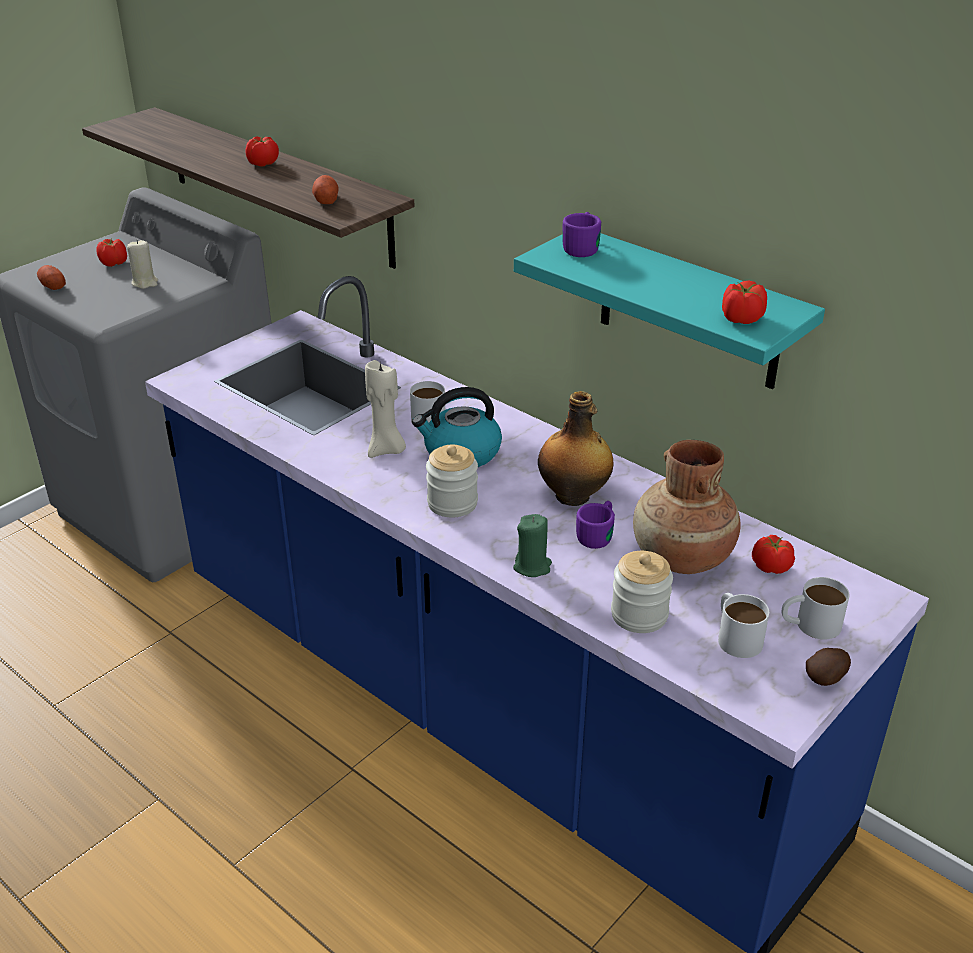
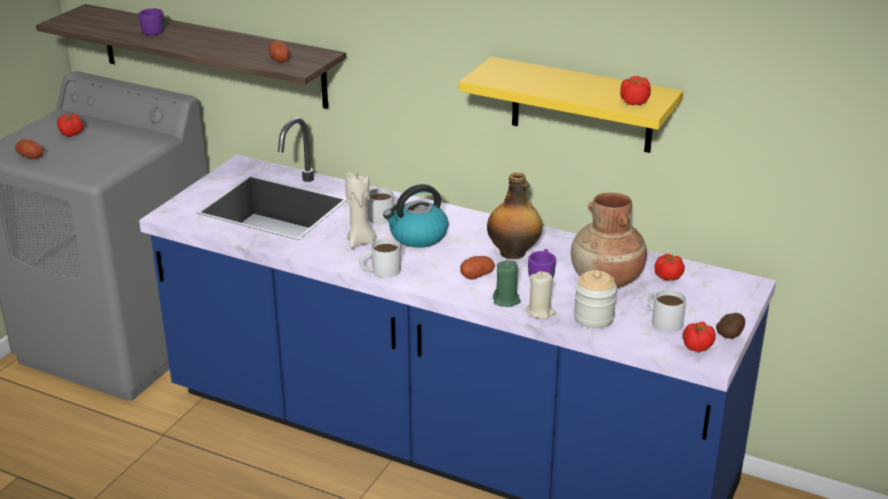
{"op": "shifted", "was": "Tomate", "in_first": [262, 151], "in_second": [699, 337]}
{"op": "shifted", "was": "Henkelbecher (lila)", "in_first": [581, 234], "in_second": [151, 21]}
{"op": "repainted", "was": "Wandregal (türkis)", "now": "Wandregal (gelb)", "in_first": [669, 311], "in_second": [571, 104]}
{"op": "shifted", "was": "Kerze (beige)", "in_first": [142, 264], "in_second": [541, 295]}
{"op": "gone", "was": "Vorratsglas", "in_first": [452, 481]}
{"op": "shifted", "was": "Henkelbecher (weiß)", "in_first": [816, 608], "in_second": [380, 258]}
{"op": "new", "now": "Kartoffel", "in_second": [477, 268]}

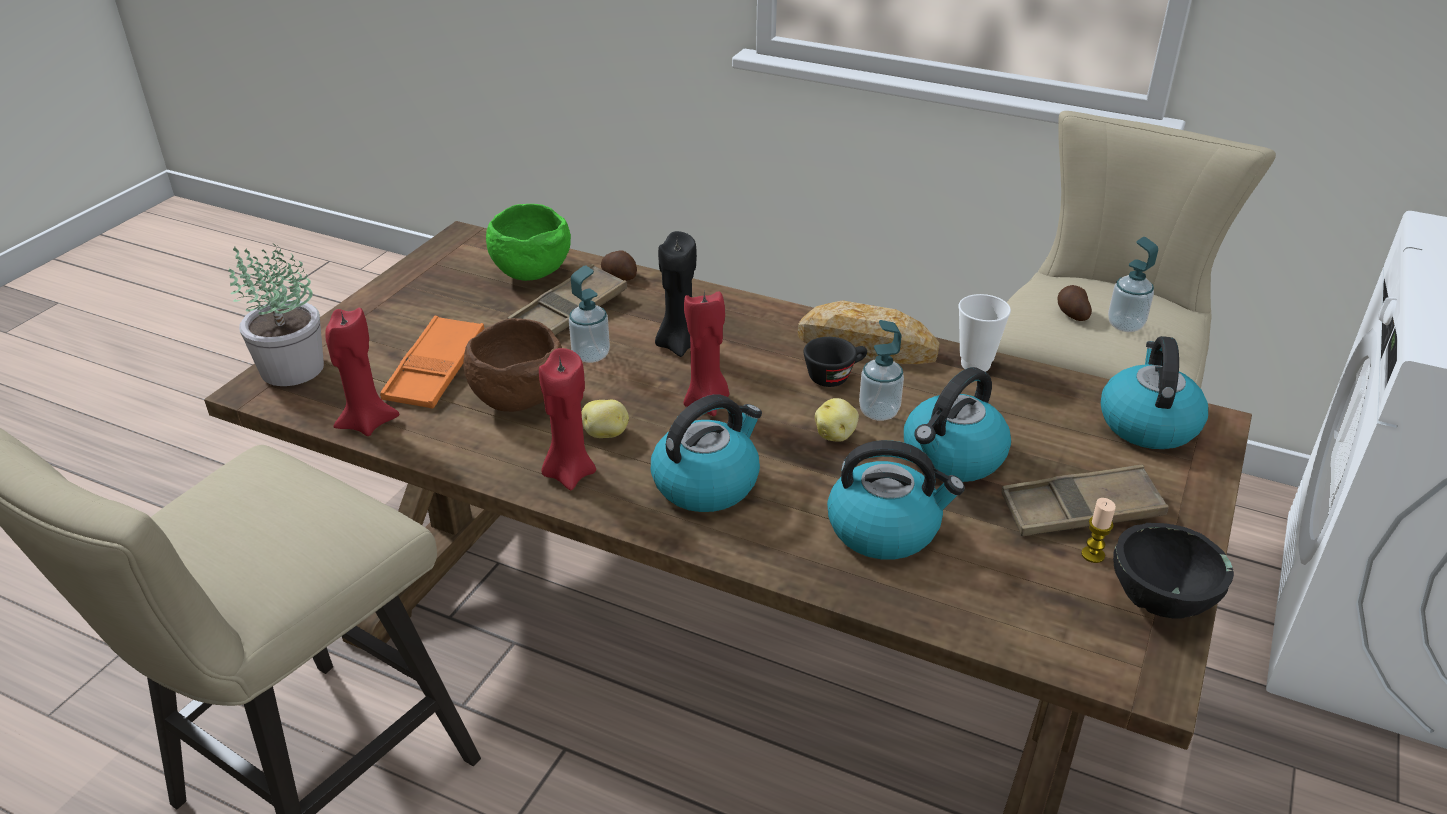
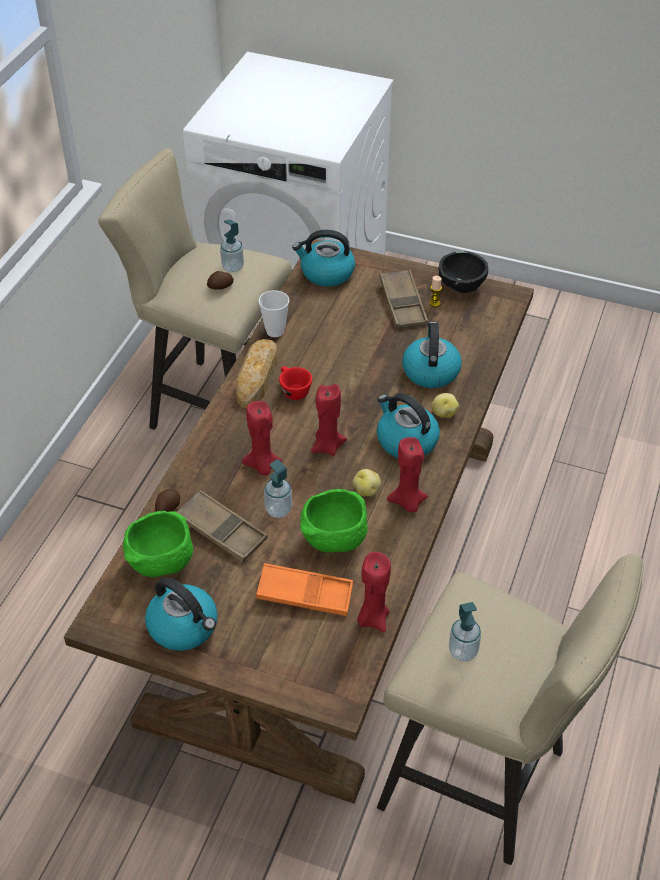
{"op": "repainted", "was": "Kerze (schwarz)", "now": "Kerze (rot)", "in_first": [676, 294], "in_second": [262, 438]}
{"op": "gone", "was": "Topfpflanze", "in_first": [276, 314]}
{"op": "repainted", "was": "Schüssel (braun)", "now": "Schüssel (grün)", "in_first": [512, 365], "in_second": [334, 520]}
{"op": "shifted", "was": "Seifenspender", "in_first": [881, 370], "in_second": [465, 632]}
{"op": "repainted", "was": "Tasse (schwarz)", "now": "Tasse (rot)", "in_first": [835, 362], "in_second": [295, 383]}
{"op": "shifted", "was": "Wasserkessel", "in_first": [957, 424], "in_second": [181, 614]}
{"op": "shifted", "was": "Kartoffel", "in_first": [837, 420], "in_second": [445, 405]}

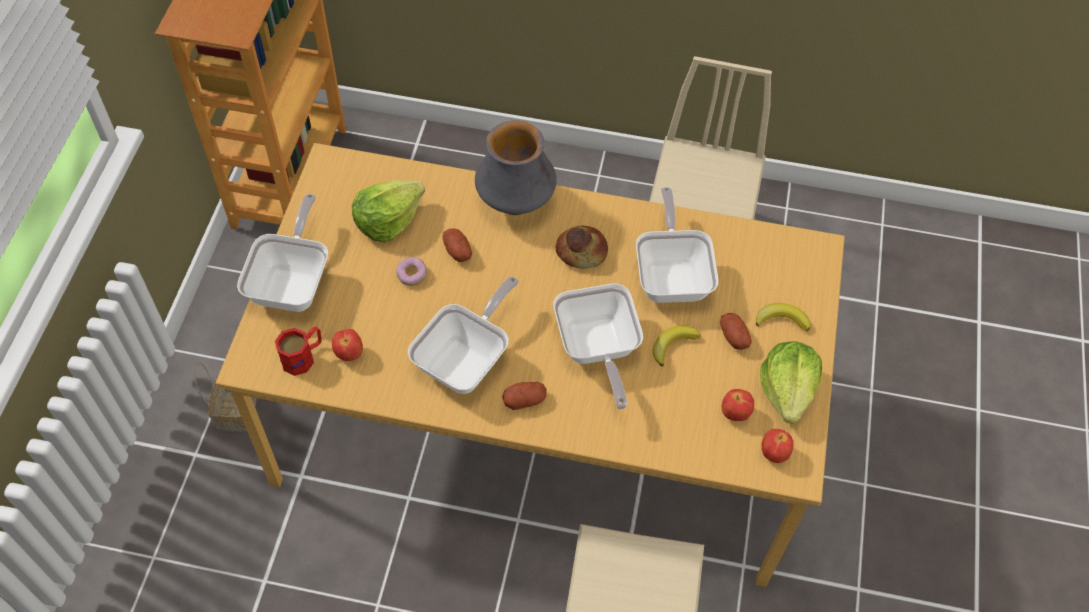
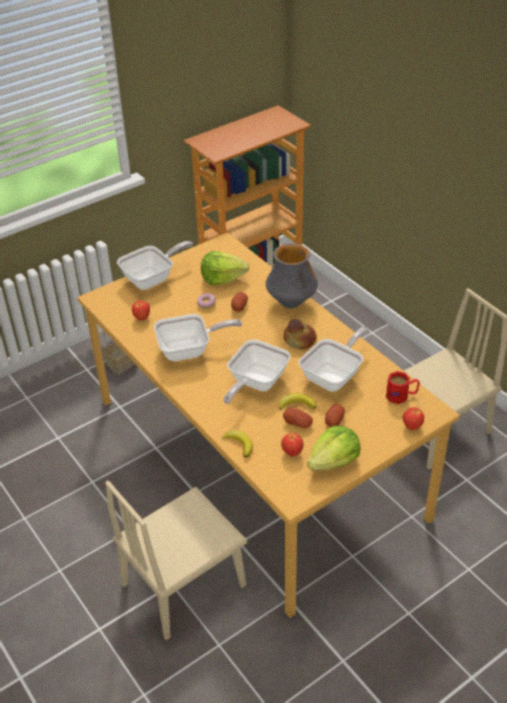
{"op": "shifted", "was": "Banane", "in_first": [783, 317], "in_second": [237, 444]}
{"op": "shifted", "was": "Henkelbecher (rot)", "in_first": [298, 351], "in_second": [403, 387]}
{"op": "shifted", "was": "Kartoffel", "in_first": [524, 396], "in_second": [298, 418]}
{"op": "shifted", "was": "Apfel", "in_first": [778, 446], "in_second": [413, 418]}

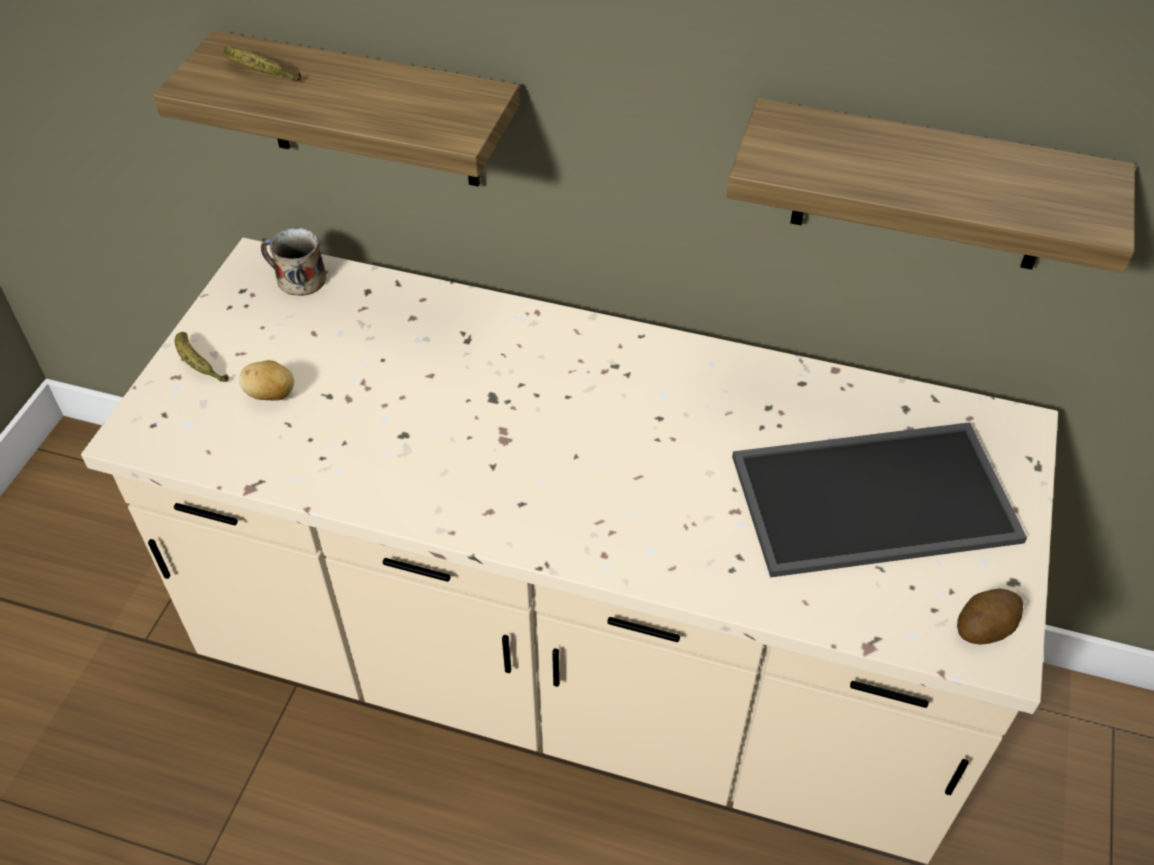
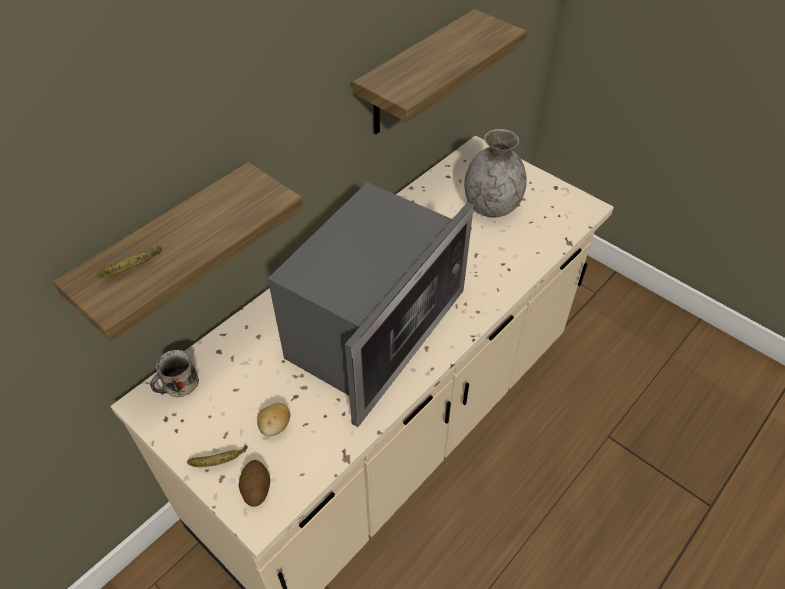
{"op": "swapped", "was": "Tablett", "now": "Vase (grau)", "in_first": [879, 499], "in_second": [495, 173]}
{"op": "shifted", "was": "Kartoffel", "in_first": [990, 617], "in_second": [254, 483]}
{"op": "new", "now": "Mikrowelle", "in_second": [371, 304]}

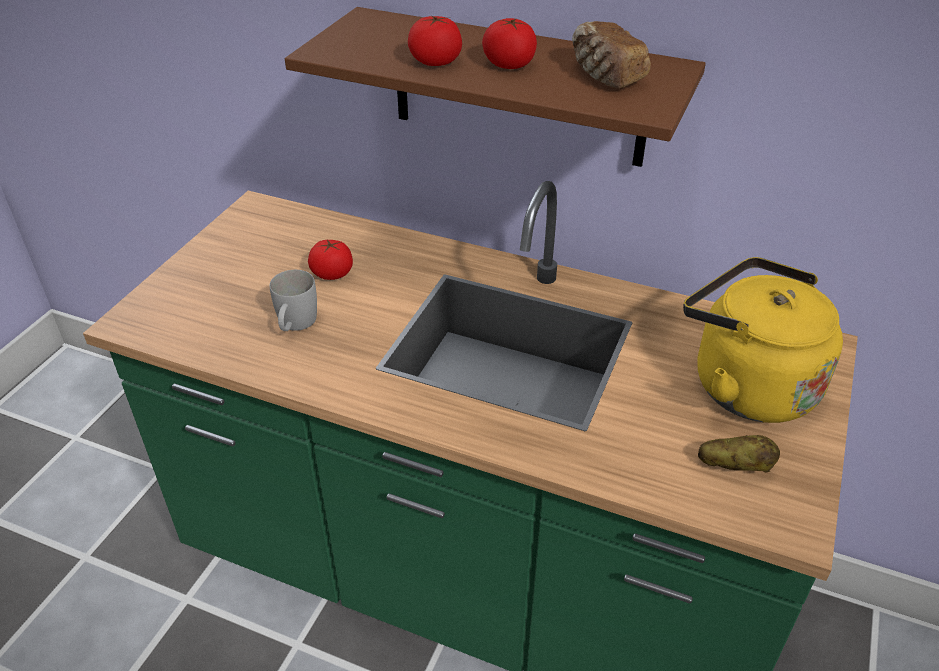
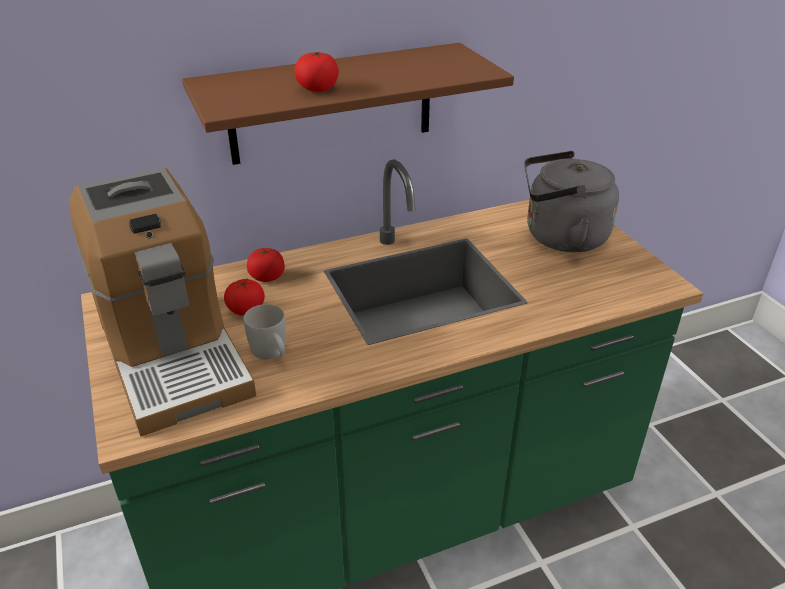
{"op": "shifted", "was": "Tomate", "in_first": [509, 43], "in_second": [266, 265]}
{"op": "gone", "was": "Brot", "in_first": [611, 54]}
{"op": "repainted", "was": "Wasserkessel (gelb)", "now": "Wasserkessel (grau)", "in_first": [763, 340], "in_second": [571, 201]}
{"op": "gone", "was": "Kartoffel", "in_first": [739, 454]}
{"op": "new", "now": "Kaffeemaschine", "in_second": [163, 302]}

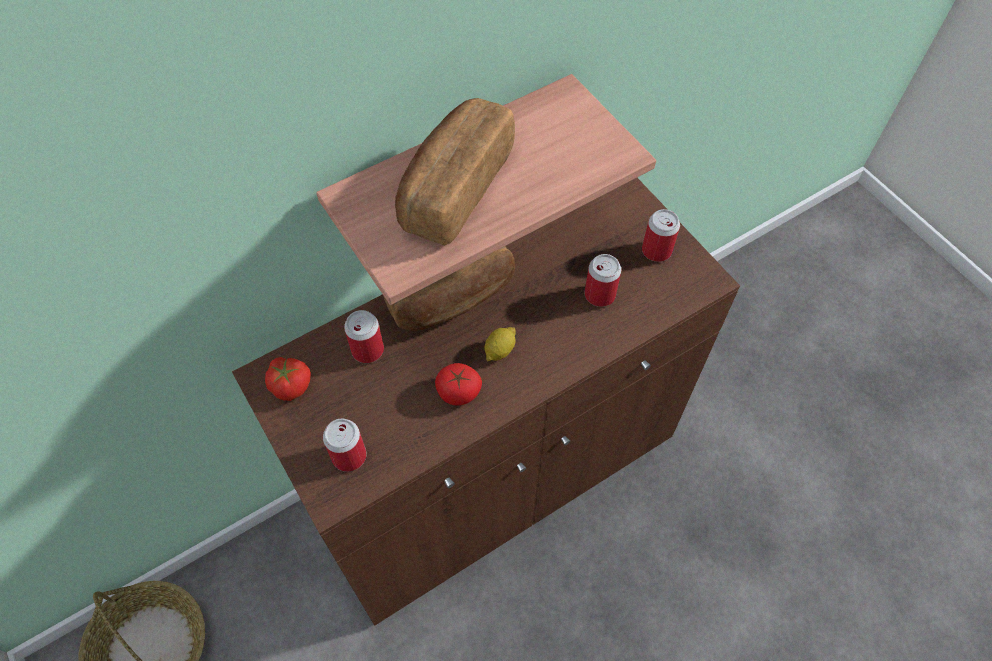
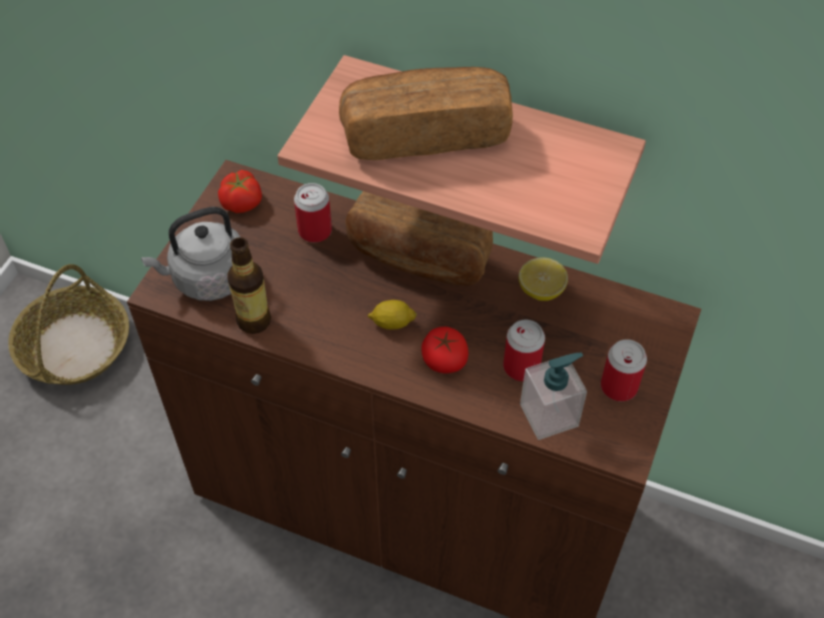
{"op": "shifted", "was": "Tomate", "in_first": [458, 384], "in_second": [444, 350]}
{"op": "swapped", "was": "Dose", "now": "Wasserkessel (grau)", "in_first": [344, 445], "in_second": [190, 254]}
{"op": "new", "now": "Flasche", "in_second": [249, 285]}
{"op": "new", "now": "Zitrone", "in_second": [543, 279]}
{"op": "new", "now": "Seifenspender", "in_second": [553, 396]}

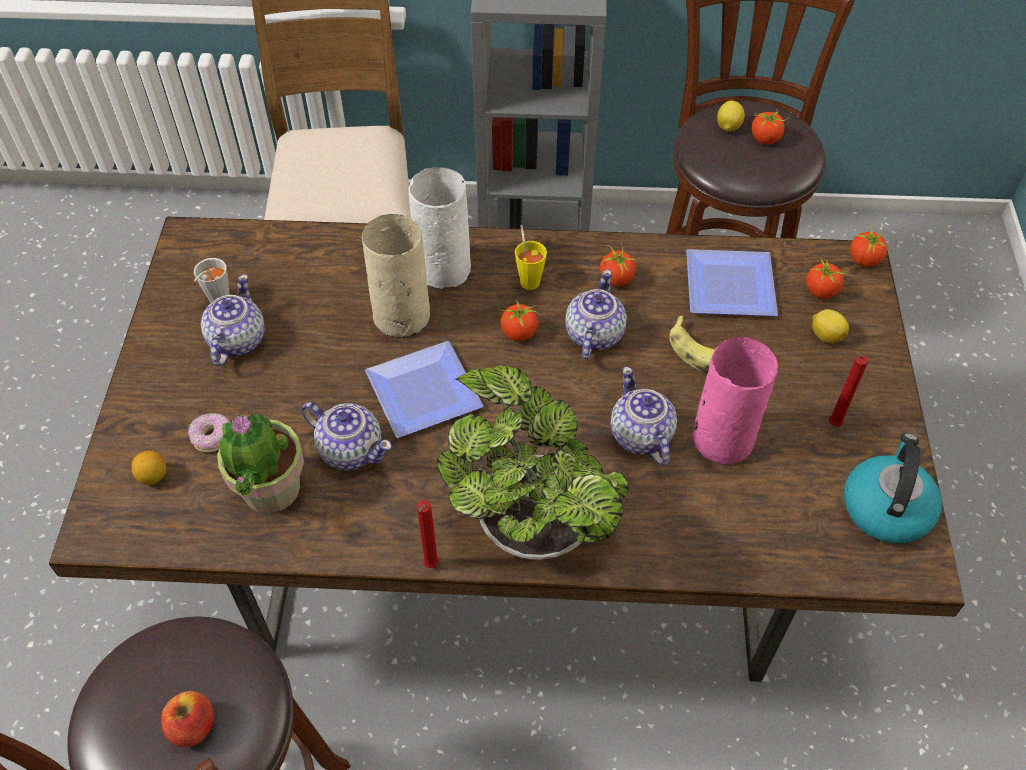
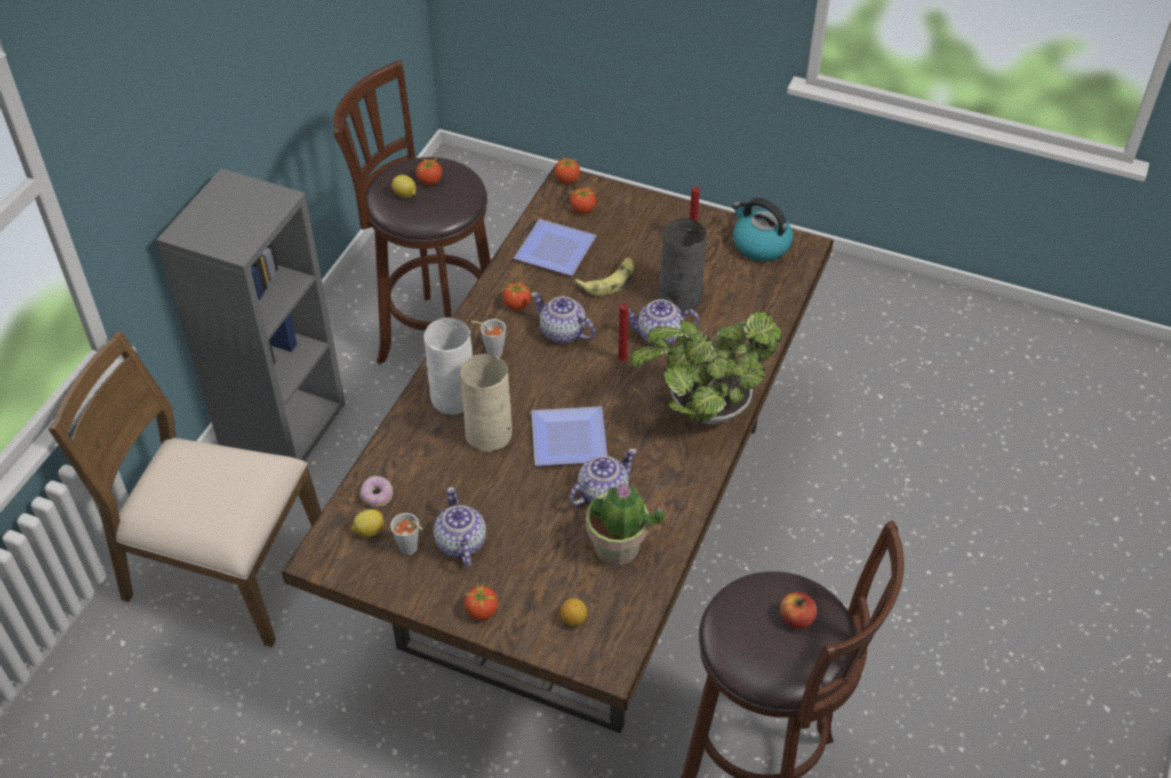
{"op": "repainted", "was": "Tasse (gelb)", "now": "Tasse (grau)", "in_first": [531, 257], "in_second": [488, 338]}
{"op": "rotated", "was": "Teekanne", "in_first": [233, 320], "in_second": [460, 527], "clockwise": 45}
{"op": "shifted", "was": "Tomate", "in_first": [518, 320], "in_second": [481, 601]}
{"op": "shifted", "was": "Zitrone", "in_first": [830, 326], "in_second": [367, 523]}
{"op": "repainted", "was": "Vase (rosa)", "now": "Vase (grau)", "in_first": [735, 400], "in_second": [683, 265]}
{"op": "shifted", "was": "Donut", "in_first": [209, 432], "in_second": [376, 491]}
{"op": "shifted", "was": "Kerze (rot)", "in_first": [428, 534], "in_second": [624, 331]}

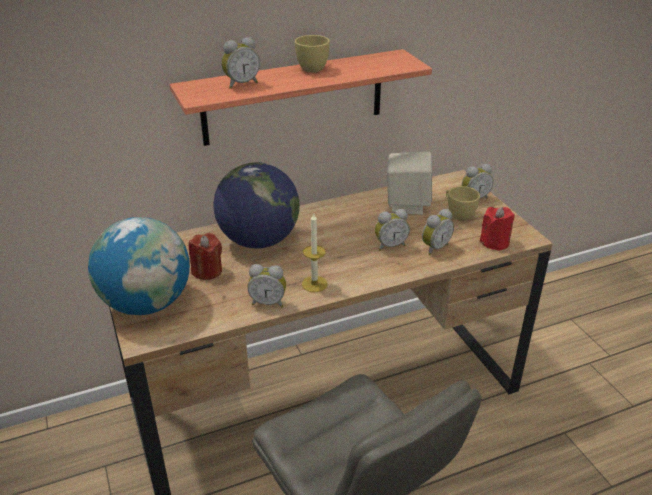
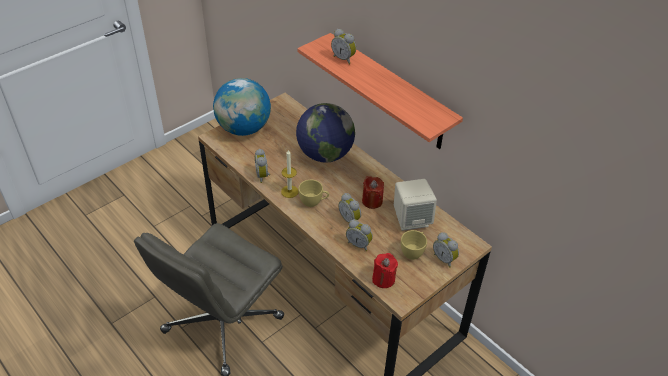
{"op": "shifted", "was": "Tasse (gelb)", "in_first": [312, 54], "in_second": [314, 193]}
{"op": "shifted", "was": "Kerze (rot)", "in_first": [205, 256], "in_second": [373, 192]}

